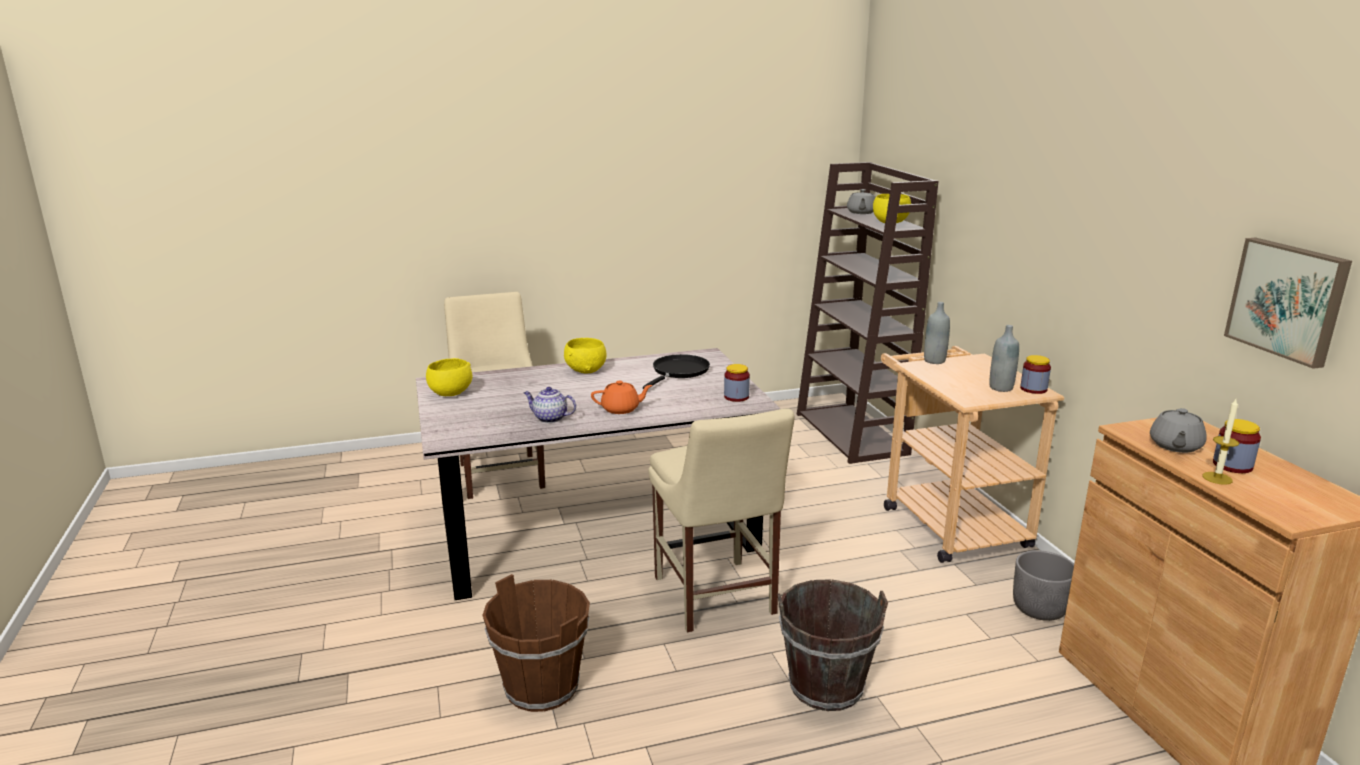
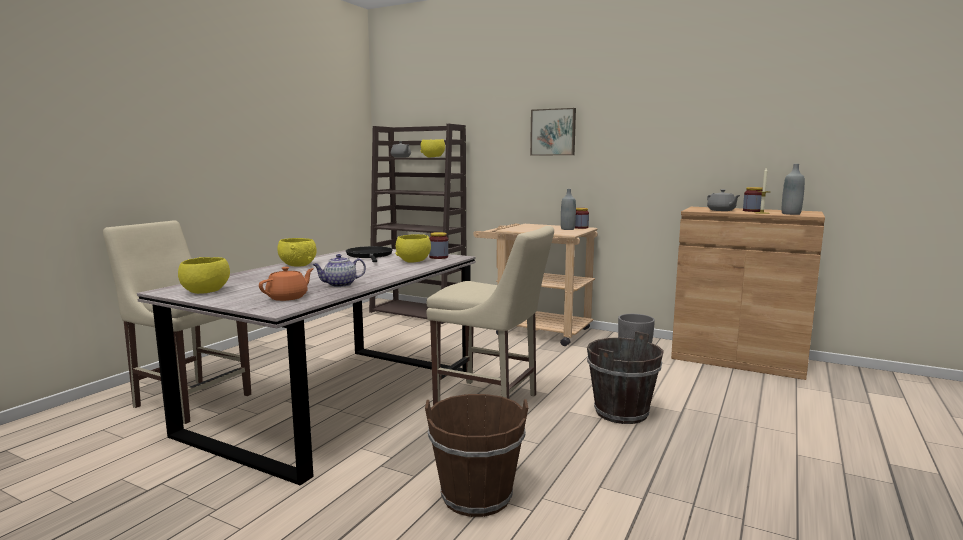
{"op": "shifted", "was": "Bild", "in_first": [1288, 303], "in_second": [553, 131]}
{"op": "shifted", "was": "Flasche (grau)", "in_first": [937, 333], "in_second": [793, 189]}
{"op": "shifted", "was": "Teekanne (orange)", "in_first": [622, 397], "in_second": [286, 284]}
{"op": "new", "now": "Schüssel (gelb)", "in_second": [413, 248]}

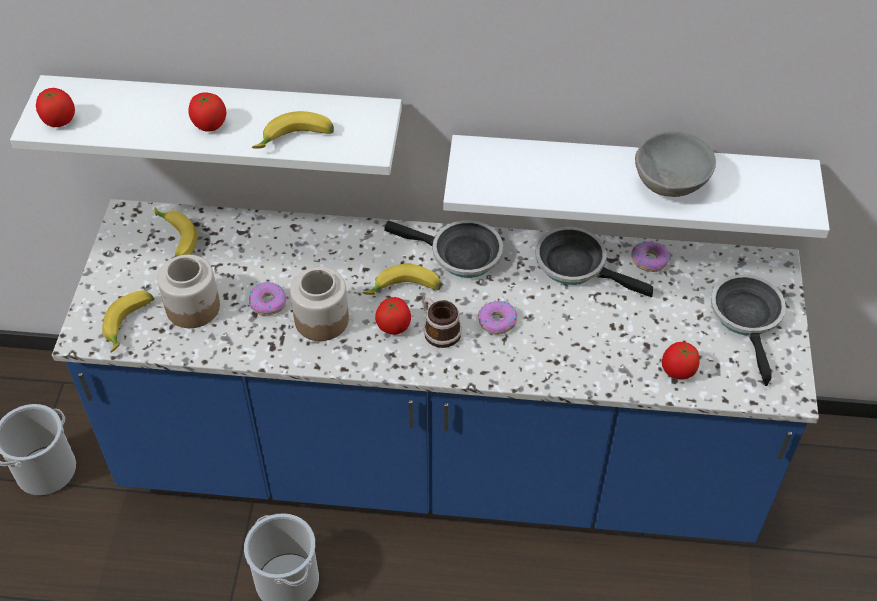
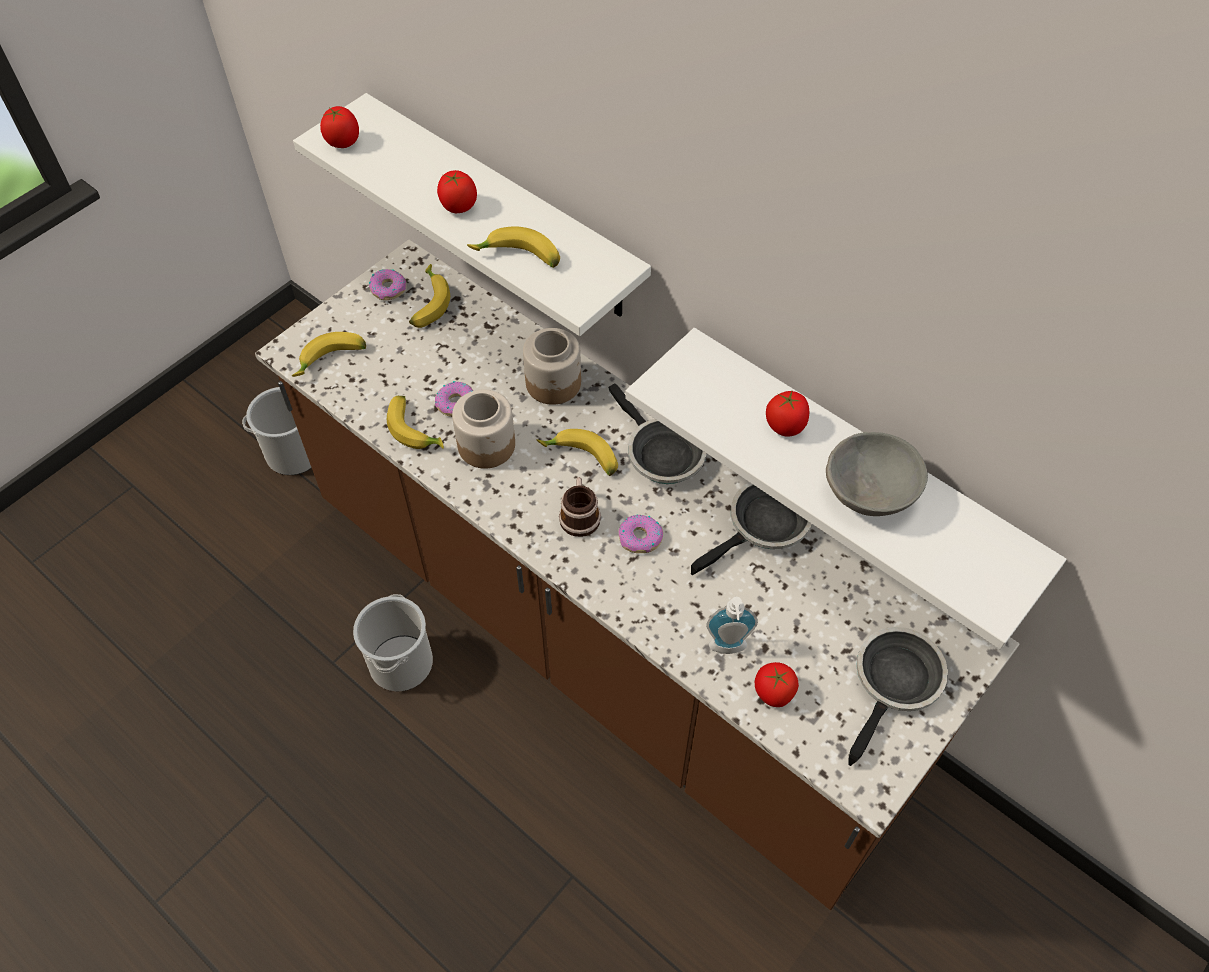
{"op": "repainted", "was": "Küchenzeile (blau)", "now": "Küchenzeile (braun)", "in_first": [435, 371], "in_second": [637, 574]}
{"op": "rotated", "was": "Pfanne", "in_first": [594, 262], "in_second": [751, 528], "clockwise": 75}
{"op": "shifted", "was": "Donut", "in_first": [650, 256], "in_second": [387, 284]}
{"op": "shifted", "was": "Vorratsglas", "in_first": [188, 291], "in_second": [552, 366]}
{"op": "shifted", "was": "Tomate", "in_first": [393, 316], "in_second": [787, 414]}
{"op": "new", "now": "Banane", "in_second": [415, 422]}
{"op": "new", "now": "Seifenspender", "in_second": [732, 625]}

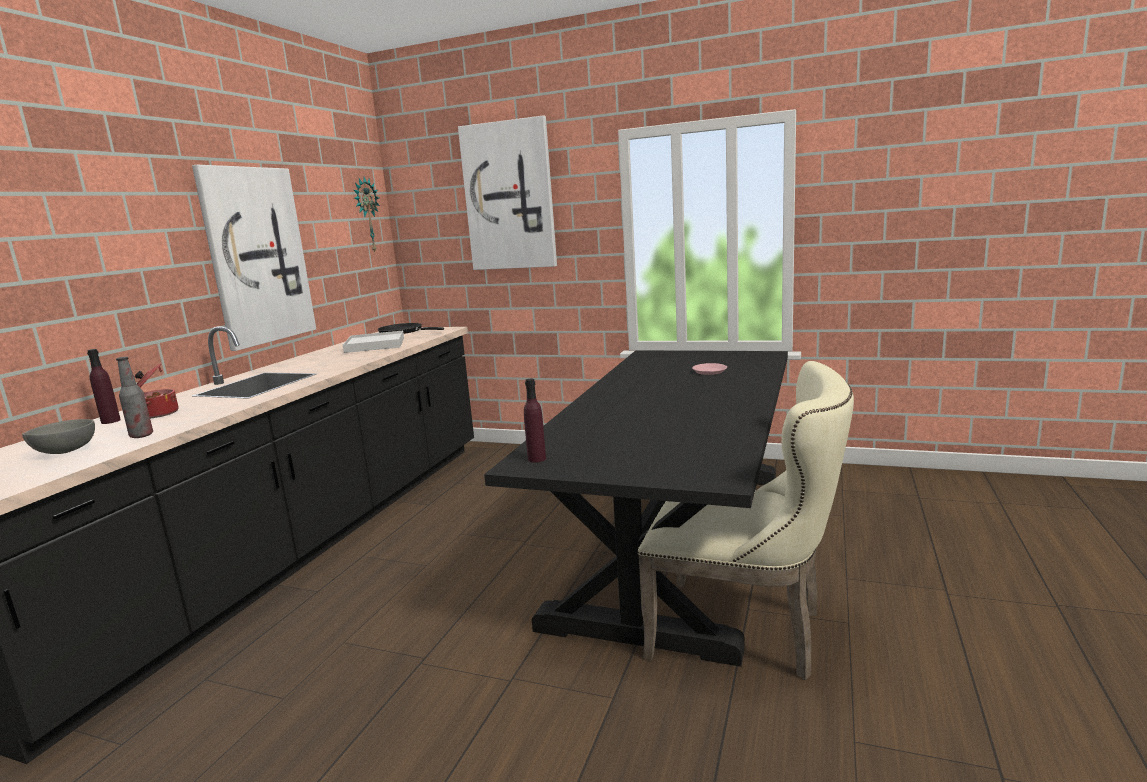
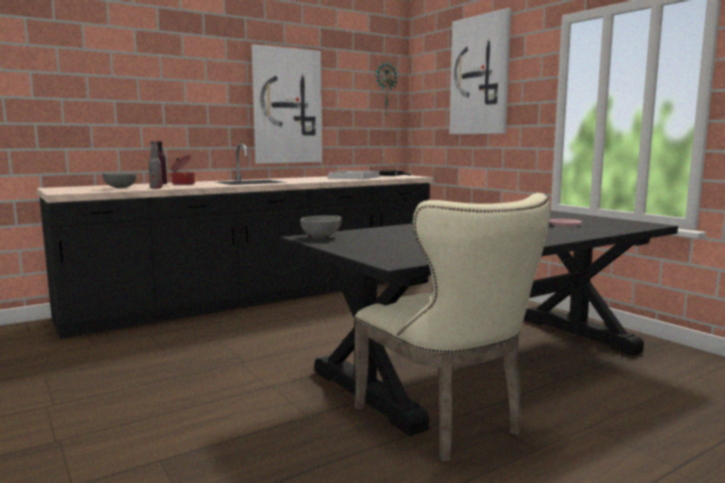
{"op": "swapped", "was": "Flasche (lila)", "now": "Schüssel (grau)", "in_first": [535, 421], "in_second": [321, 226]}

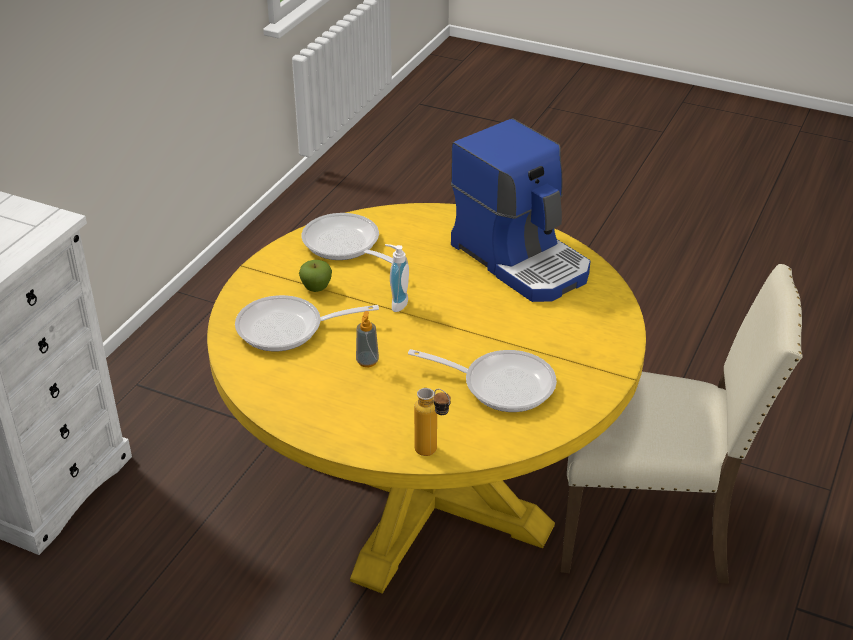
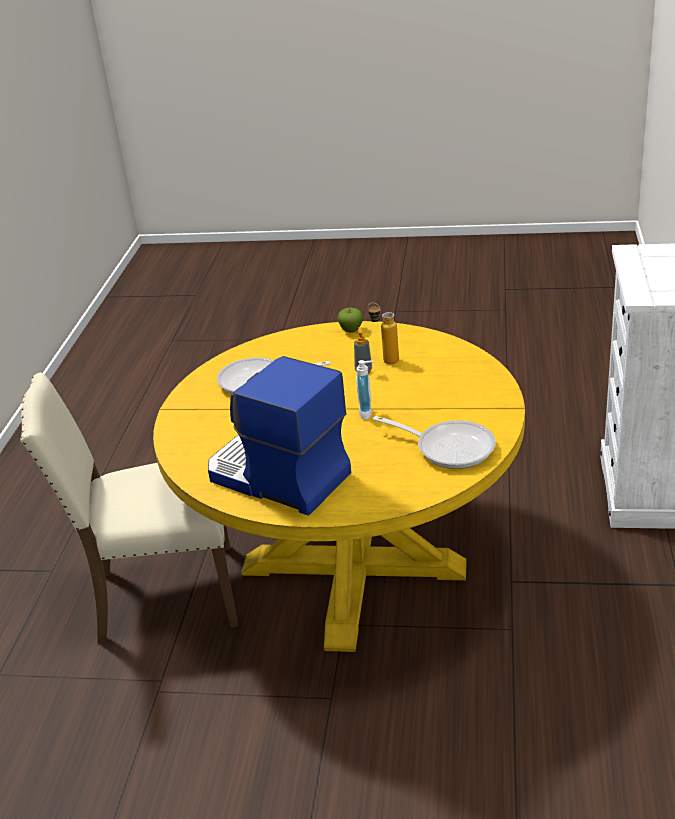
{"op": "shifted", "was": "Apfel", "in_first": [315, 276], "in_second": [350, 320]}
{"op": "gone", "was": "Pfanne", "in_first": [307, 323]}
{"op": "shifted", "was": "Flasche", "in_first": [432, 422], "in_second": [383, 333]}

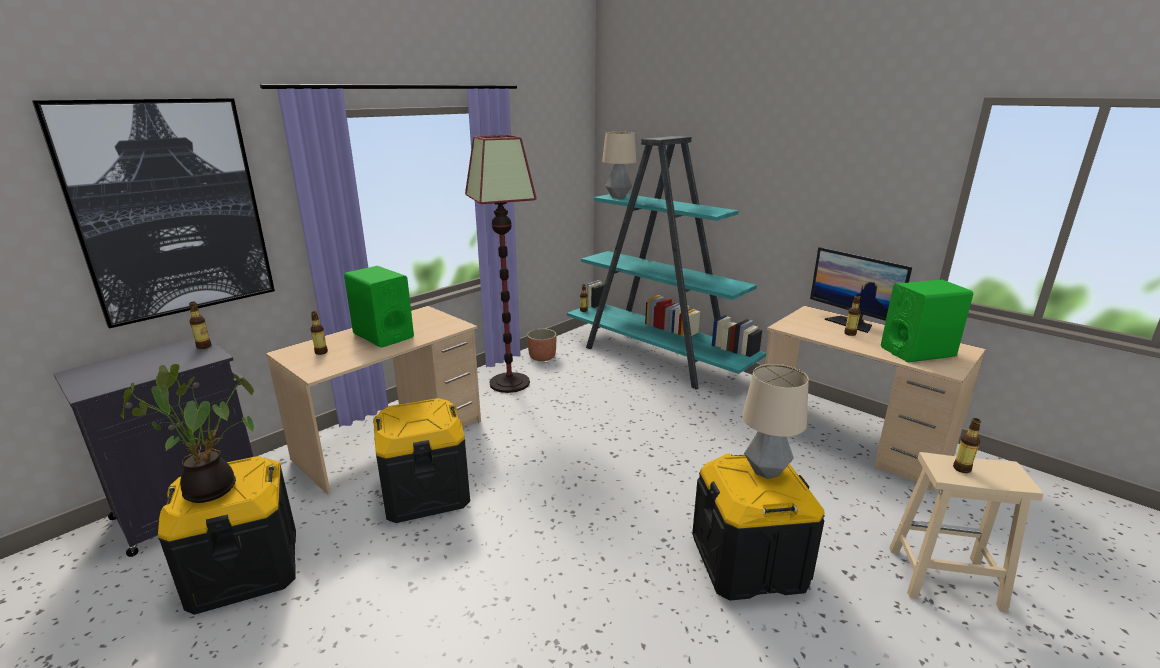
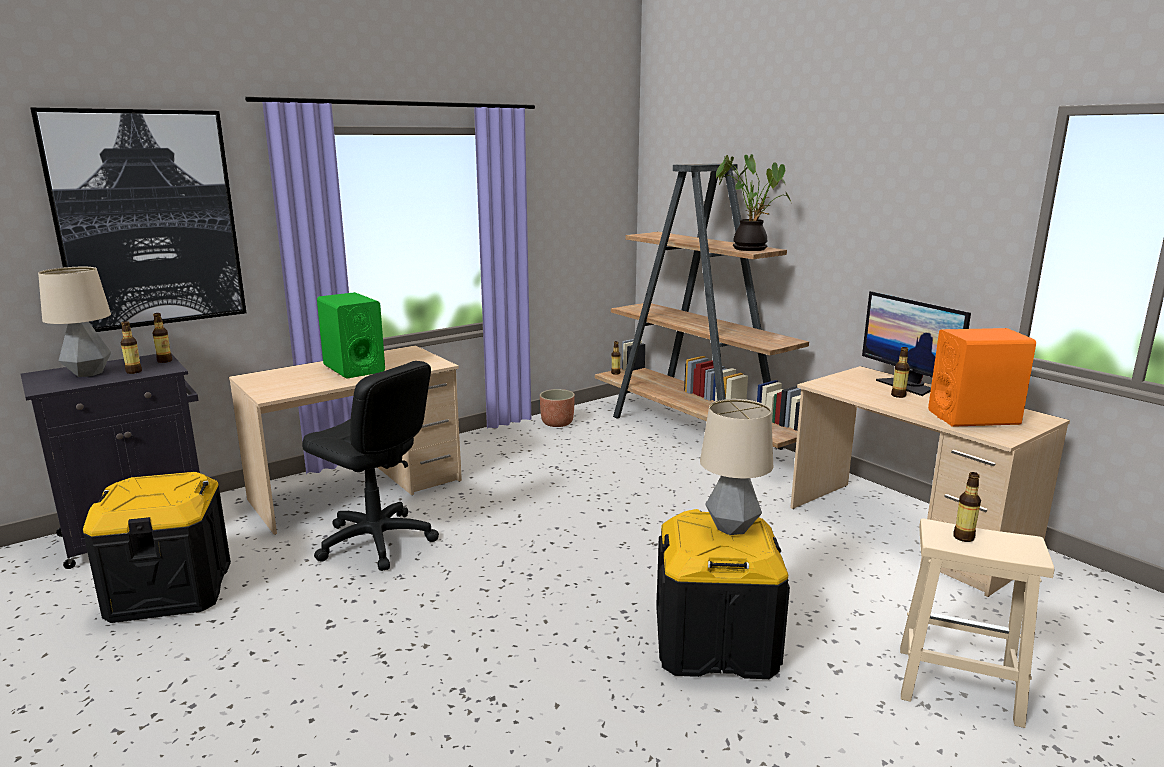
{"op": "shifted", "was": "Tischlampe", "in_first": [619, 165], "in_second": [74, 322]}
{"op": "gone", "was": "Stehlampe", "in_first": [501, 264]}
{"op": "repainted", "was": "Bücherregal (türkis)", "now": "Bücherregal (braun)", "in_first": [666, 262], "in_second": [702, 306]}
{"op": "repainted", "was": "Lautsprecher (grün)", "now": "Lautsprecher (orange)", "in_first": [927, 321], "in_second": [982, 377]}
{"op": "shifted", "was": "Flasche", "in_first": [319, 333], "in_second": [131, 347]}
{"op": "shifted", "was": "Topfpflanze", "in_first": [187, 433], "in_second": [753, 202]}
{"op": "swapped", "was": "Aufbewahrungsbox (schwarz)", "now": "Bürostuhl (schwarz)", "in_first": [421, 460], "in_second": [370, 466]}

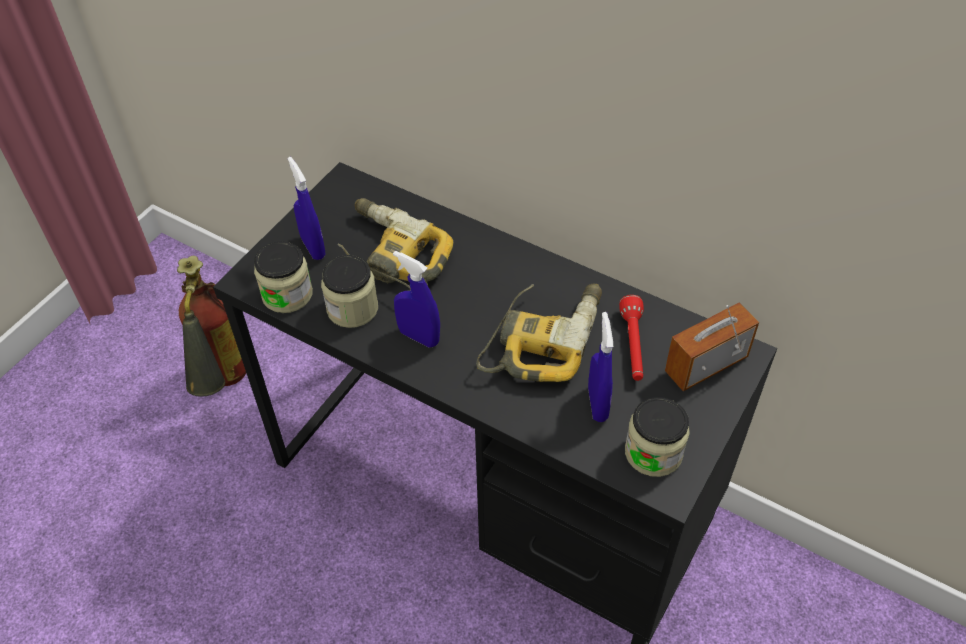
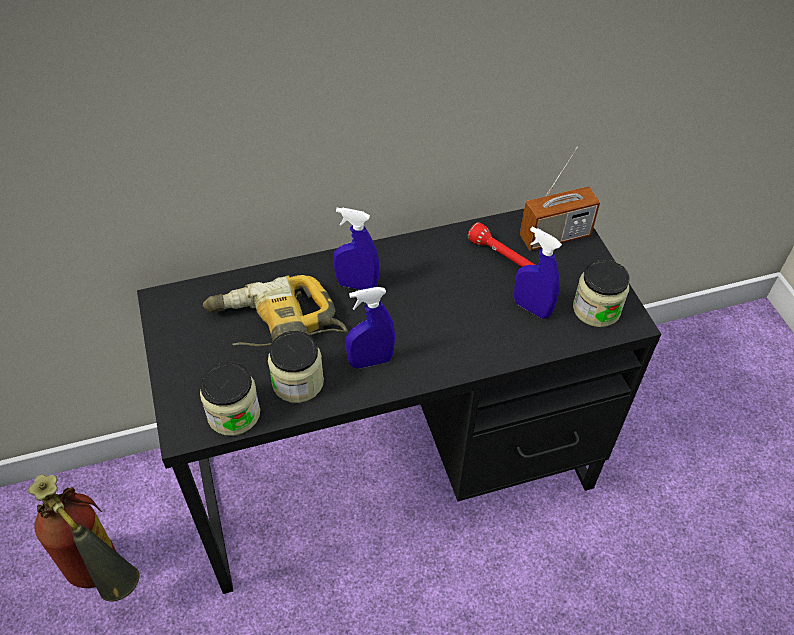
{"op": "shifted", "was": "Sprühflasche (blau)", "in_first": [307, 208], "in_second": [356, 249]}
{"op": "gone", "was": "Bohrmaschine", "in_first": [539, 333]}
{"op": "rotated", "was": "Radio", "in_first": [712, 346], "in_second": [560, 199], "clockwise": -120}

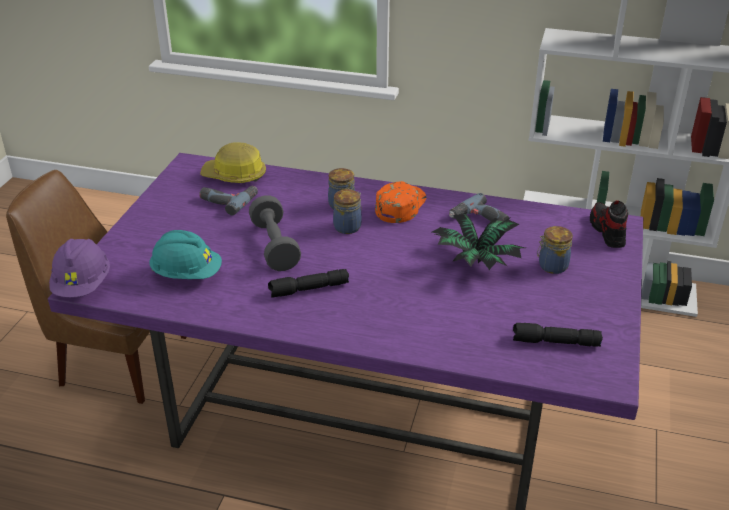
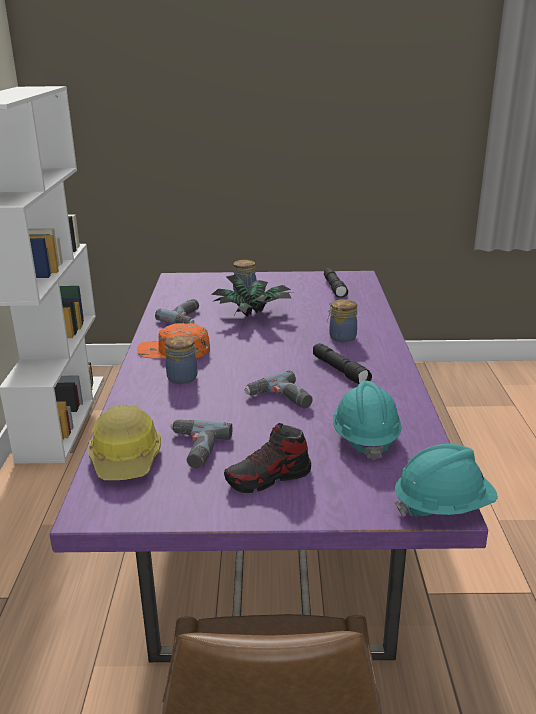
{"op": "shifted", "was": "Vorratsglas", "in_first": [347, 211], "in_second": [342, 321]}
{"op": "swapped", "was": "Hantel (grau)", "now": "Bohrmaschine", "in_first": [275, 233], "in_second": [278, 389]}
{"op": "shifted", "was": "Schuh", "in_first": [609, 224], "in_second": [267, 458]}
{"op": "repainted", "was": "Schutzhelm (lila)", "now": "Schutzhelm (türkis)", "in_first": [79, 268], "in_second": [446, 481]}

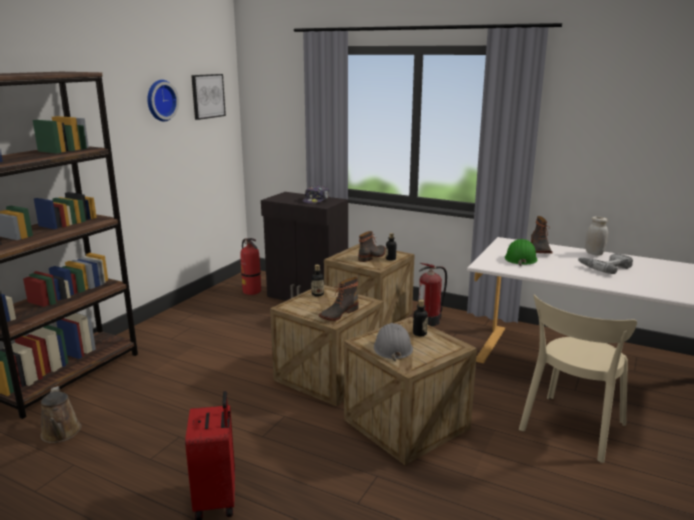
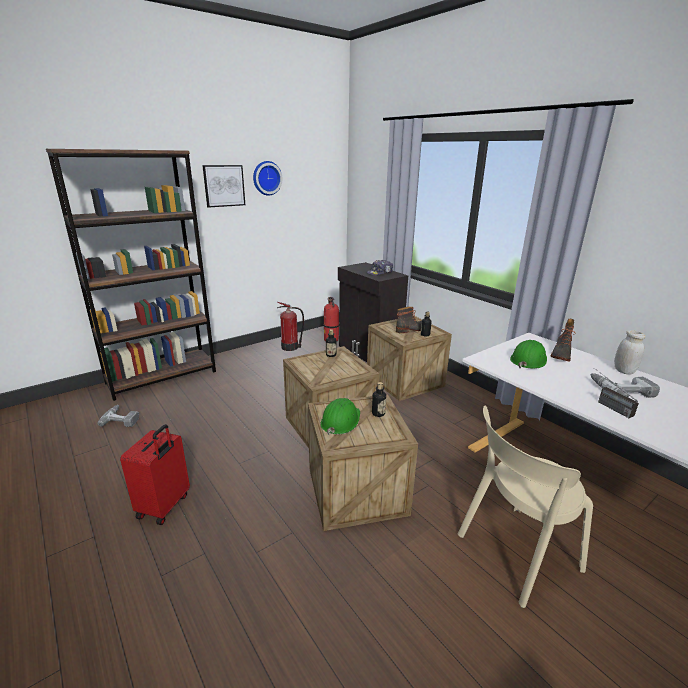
{"op": "shifted", "was": "Bild", "in_first": [208, 97], "in_second": [223, 186]}
{"op": "shifted", "was": "Feuerlöscher", "in_first": [433, 294], "in_second": [290, 326]}
{"op": "gone", "was": "Stiefel", "in_first": [339, 299]}
{"op": "repainted", "was": "Schutzhelm (grau)", "now": "Schutzhelm (grün)", "in_first": [393, 342], "in_second": [340, 416]}
{"op": "swapped", "was": "Gießkanne (braun)", "now": "Bohrmaschine", "in_first": [60, 414], "in_second": [118, 416]}
{"op": "new", "now": "Radio", "in_second": [616, 393]}

